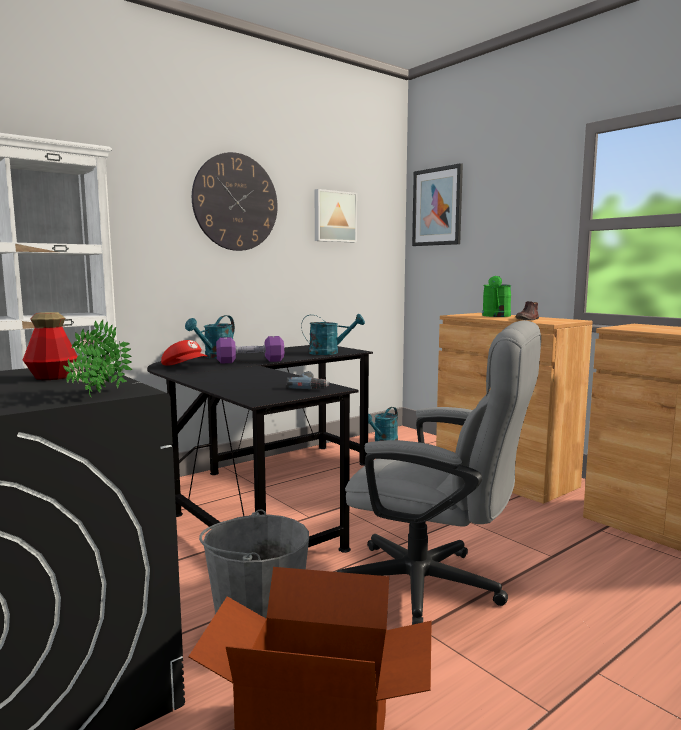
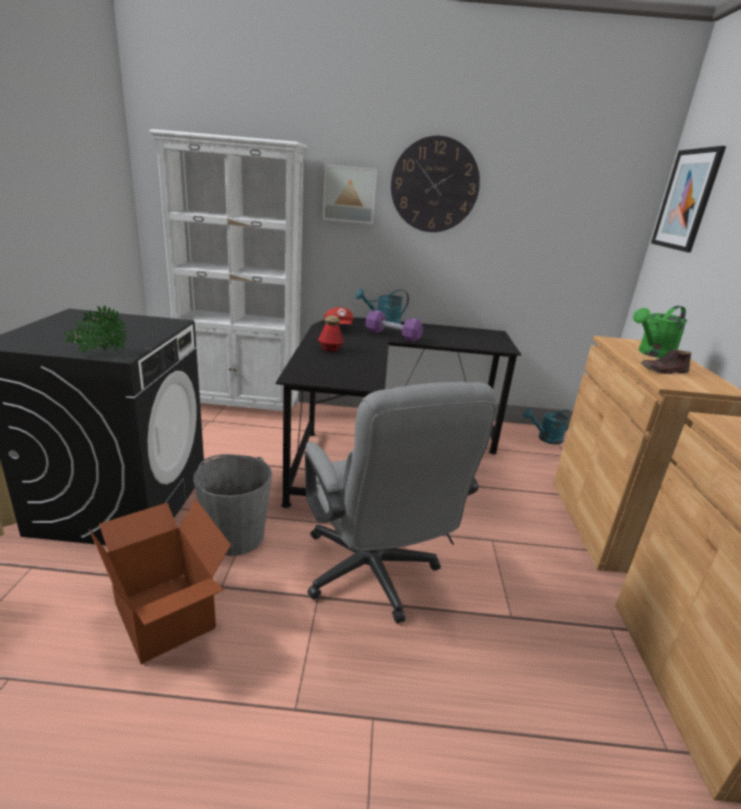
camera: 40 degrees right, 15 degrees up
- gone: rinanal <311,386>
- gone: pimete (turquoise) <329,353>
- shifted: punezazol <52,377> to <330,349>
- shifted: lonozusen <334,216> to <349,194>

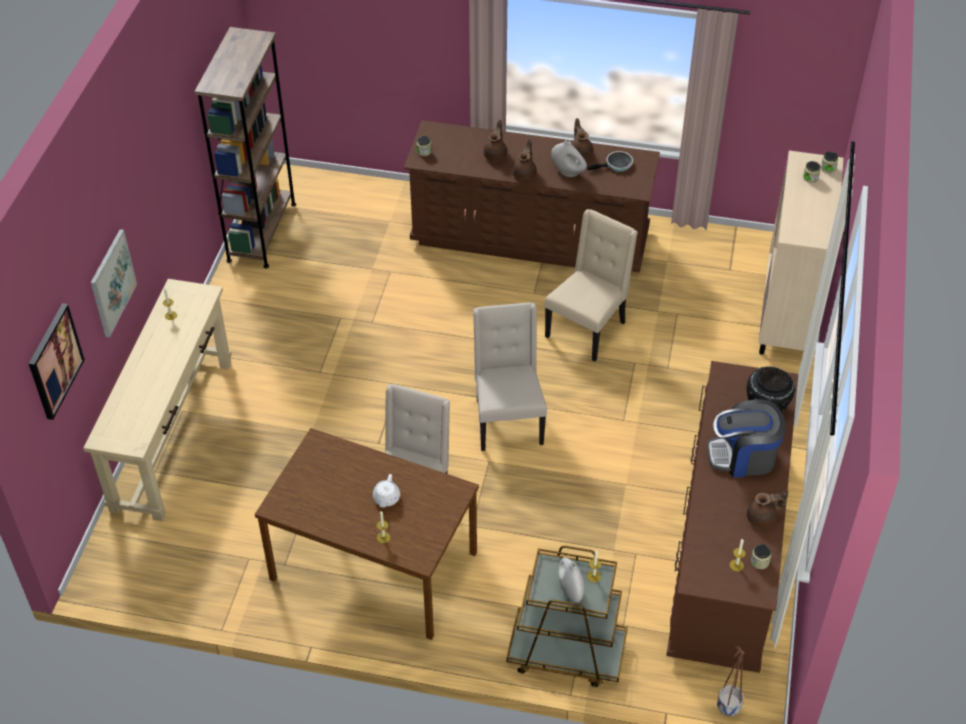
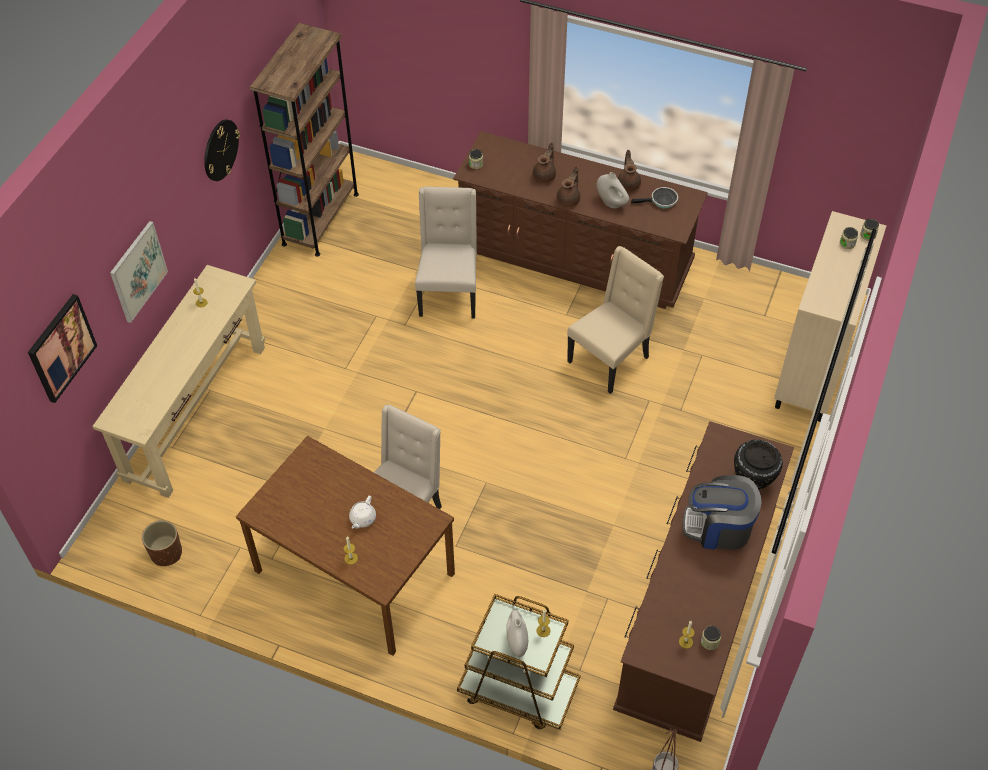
camera: 10 degrees right, 5 degrees up
- gone: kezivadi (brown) <763,518>
- new: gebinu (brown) <166,553>
- new: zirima <220,150>
- shifted: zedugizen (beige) <507,421> to <449,294>

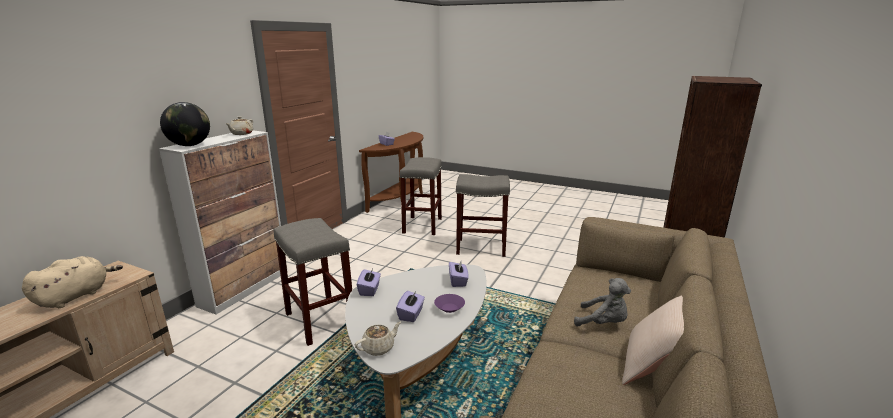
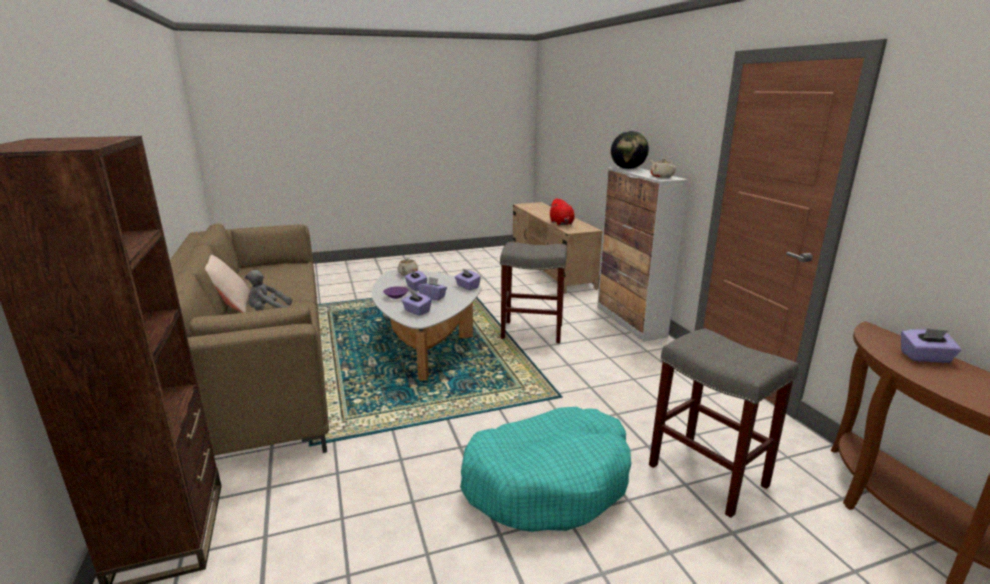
camera: 135 degrees right, 0 degrees up
- new: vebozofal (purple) <433,297>
- swapped: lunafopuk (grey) <482,247> to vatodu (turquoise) <547,481>
- repainted: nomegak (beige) <76,296> to nomegak (red) <561,223>

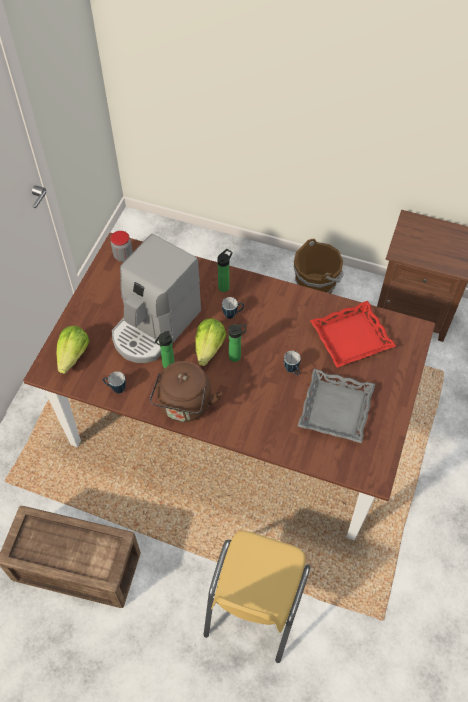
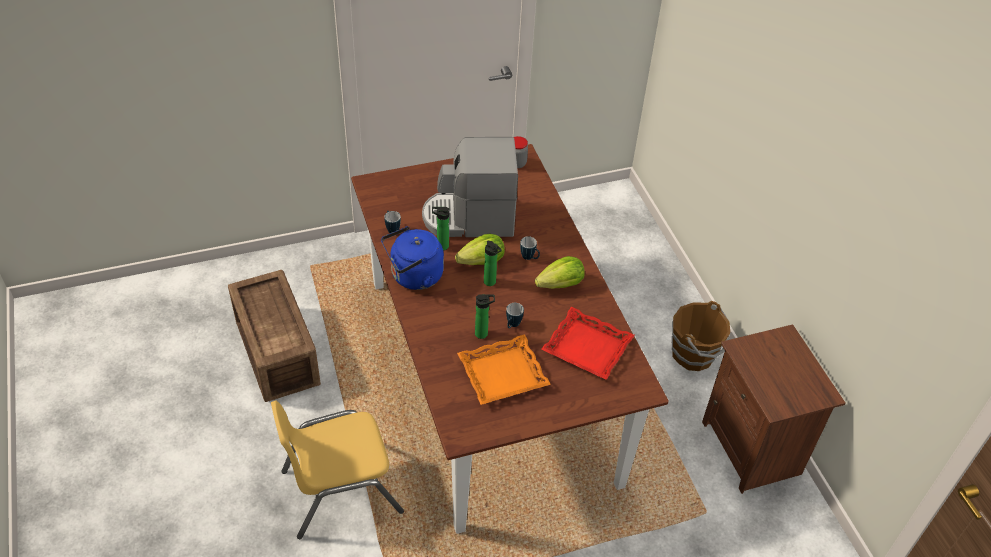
camera: 50 degrees right, 10 degrees down
- shifted: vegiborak <73,355> to <561,285>
- shifted: punezazol <225,286> to <483,334>
- repainted: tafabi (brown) <184,406> to tafabi (blue) <414,277>
- repainted: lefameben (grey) <336,409> to lefameben (orange) <503,375>

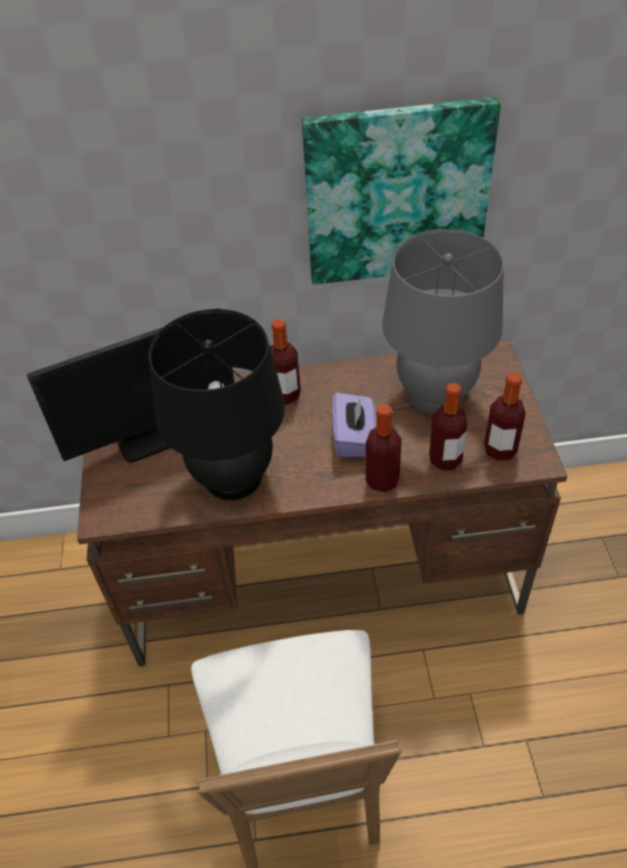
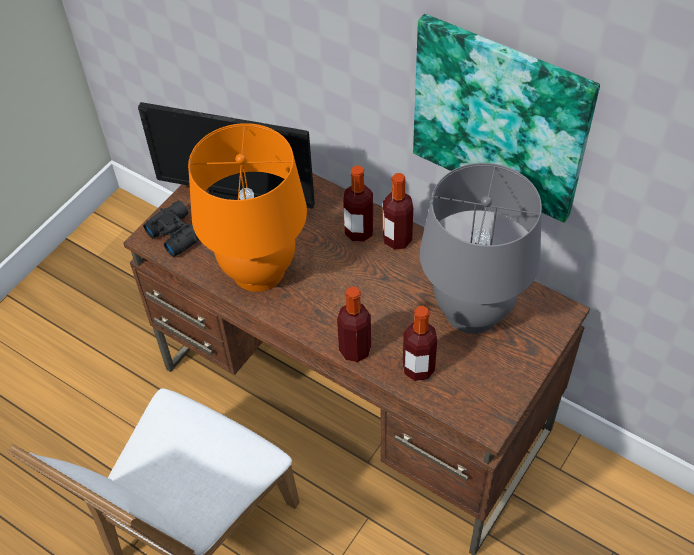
camera: 40 degrees right, 5 degrees up
- gone: vebozofal (purple) <354,438>
- new: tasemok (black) <178,232>
- shifted: punezazol <500,450> to <397,239>
- repainted: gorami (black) <233,476> to gorami (orange) <258,270>

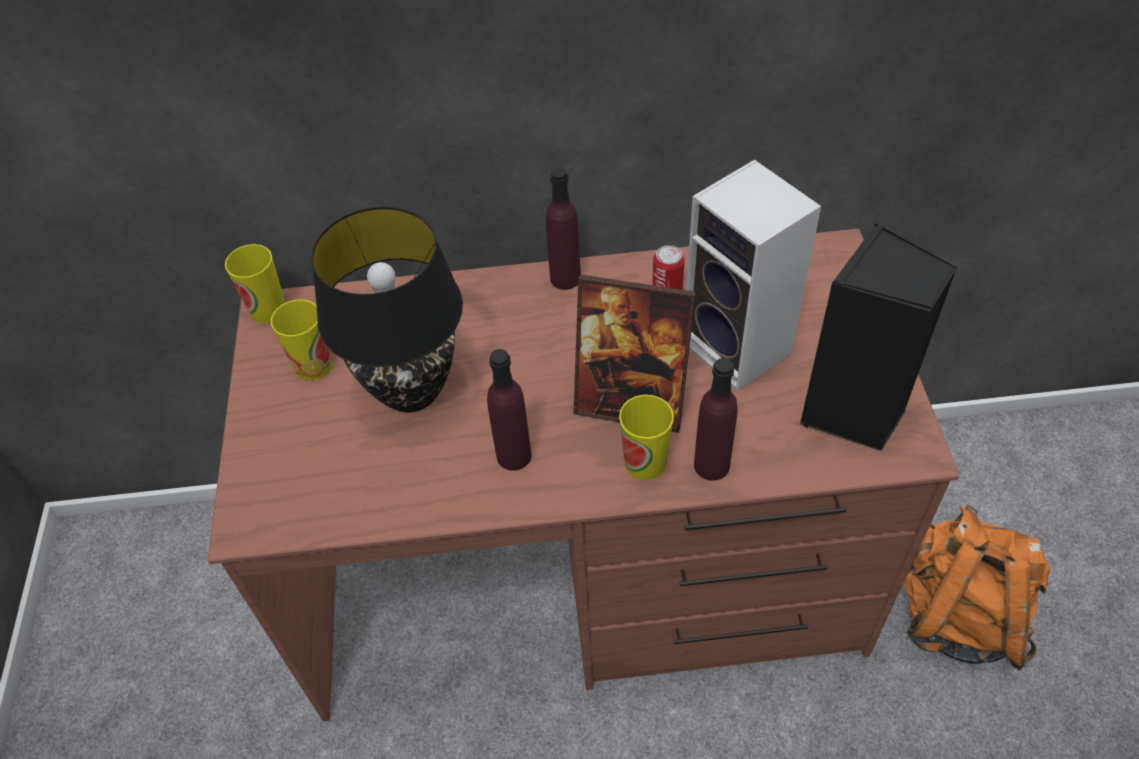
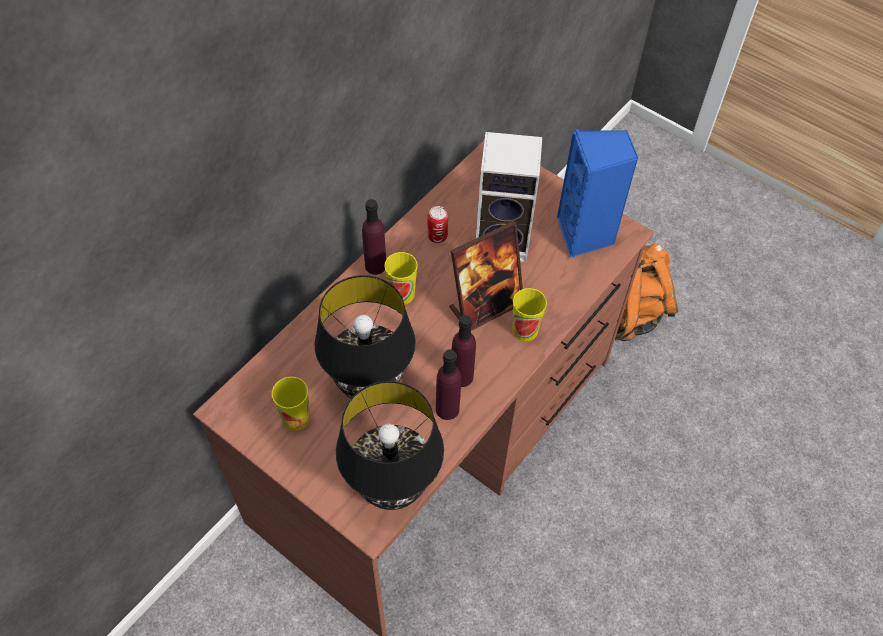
camera: 50 degrees left, 5 degrees up
- new: gorami (black) <391,489>
- shifted: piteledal <268,309> to <402,294>
- shifted: punezazol (purple) <711,465> to <447,409>
- repainted: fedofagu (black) <853,414> to fedofagu (blue) <586,235>

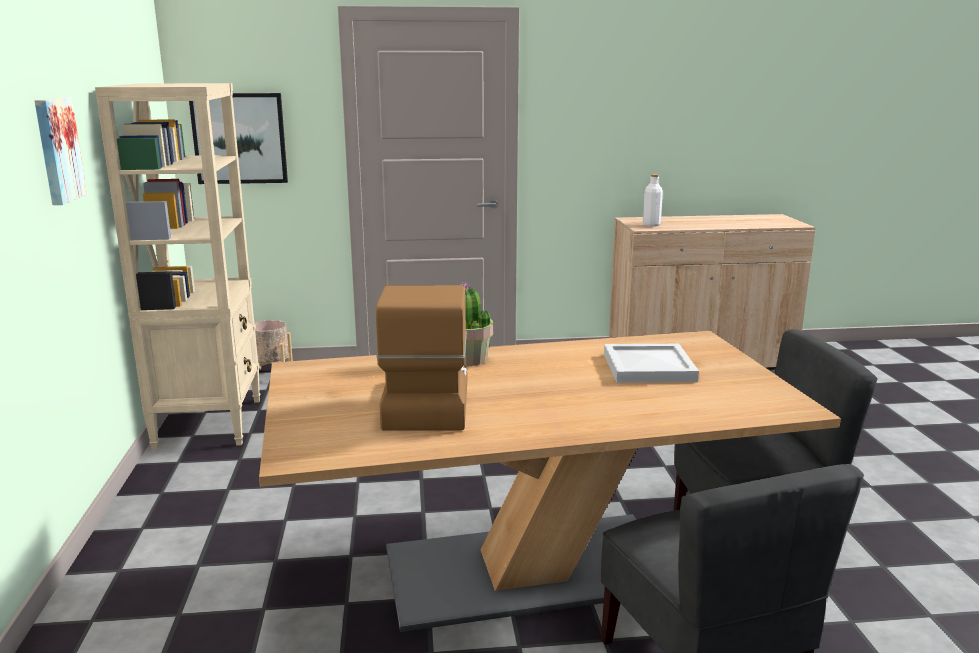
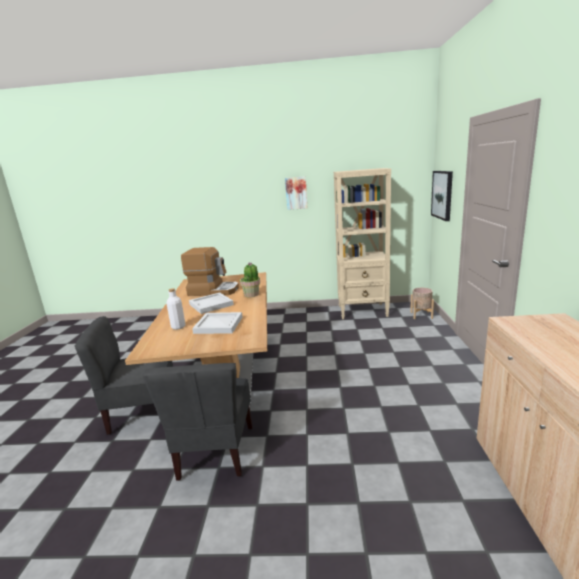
camera: 100 degrees right, 0 degrees up
- new: lefameben (white) <210,304>
- shifted: punezazol (white) <651,225> to <178,327>

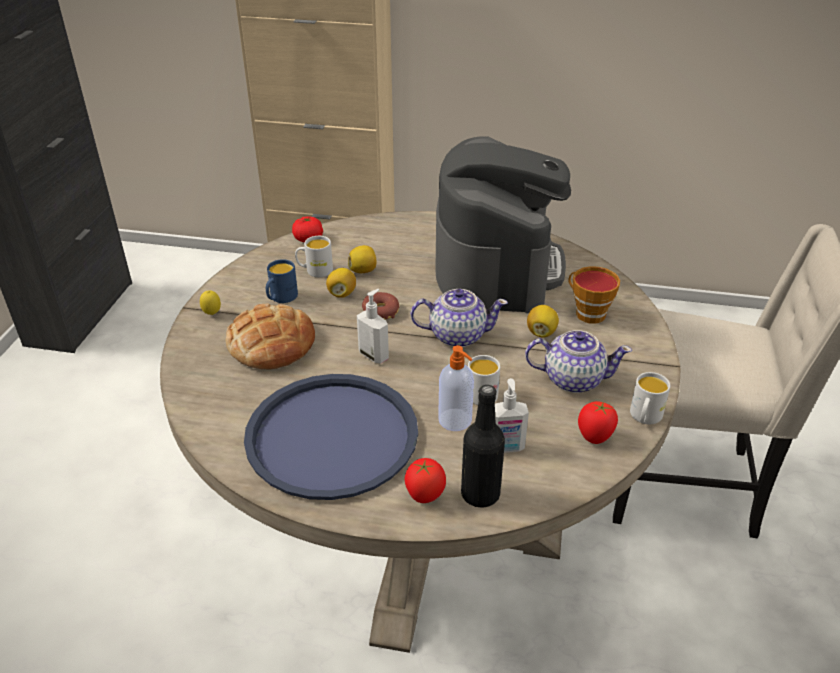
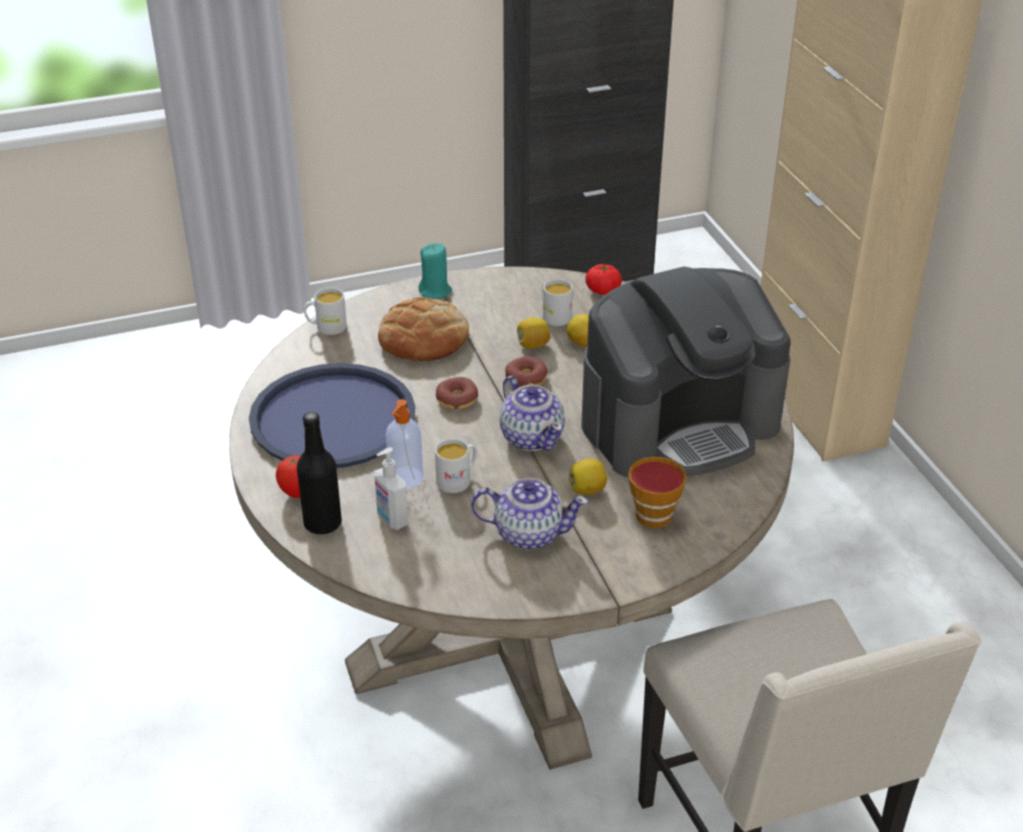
camera: 60 degrees right, 0 degrees up
- gone: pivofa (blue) <281,298>
- gone: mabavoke <594,438>
- shifted: pivofa (white) <644,417> to <326,327>
- swapped: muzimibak <212,314> to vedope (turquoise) <435,291>
- swapped: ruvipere <374,355> to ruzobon <457,399>
- rotated: kezivadi <572,379> = <528,533> 60 degrees counterclockwise

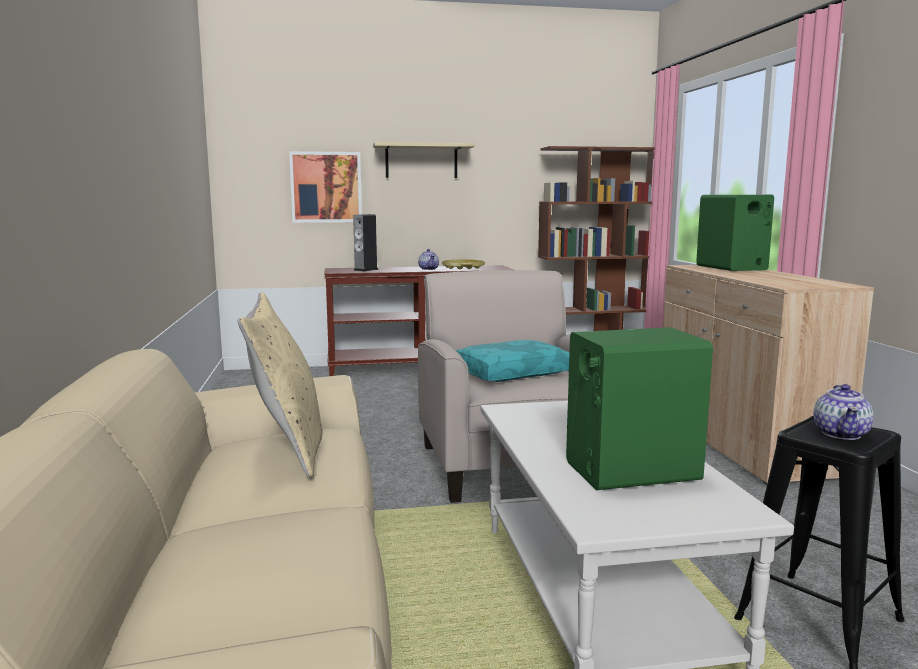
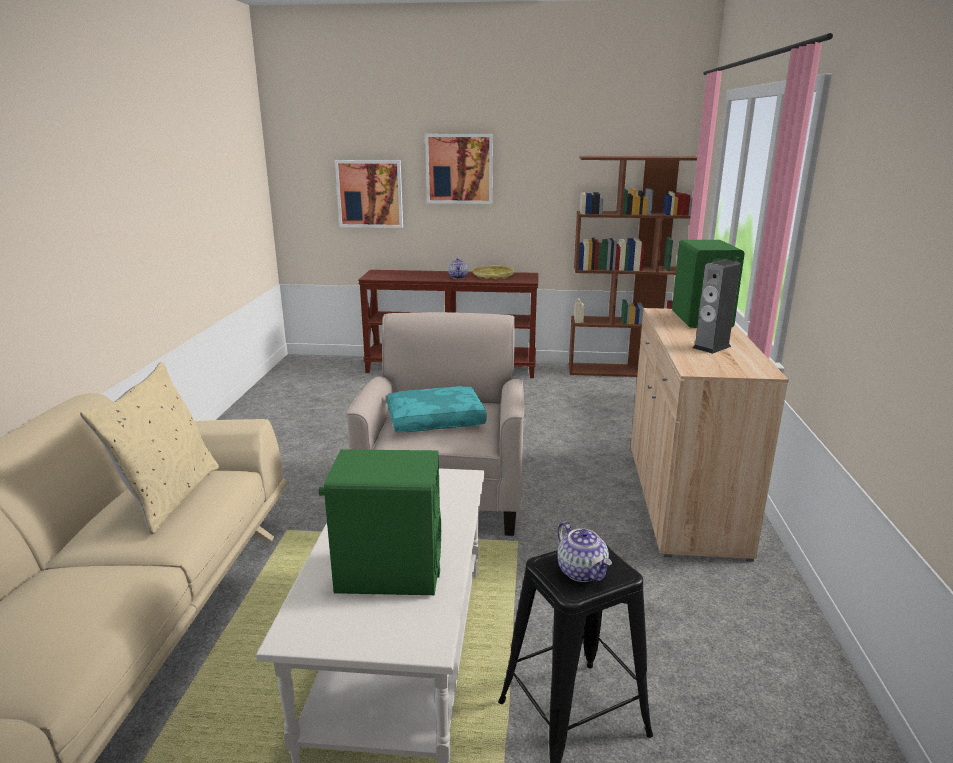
camera: 15 degrees right, 10 degrees up
- shifted: fedofagu <366,270> to <711,347>
- swapped: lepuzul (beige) <421,161> to lonozusen <459,169>
- rotated: kezivadi <842,434> = <582,571> 60 degrees counterclockwise

